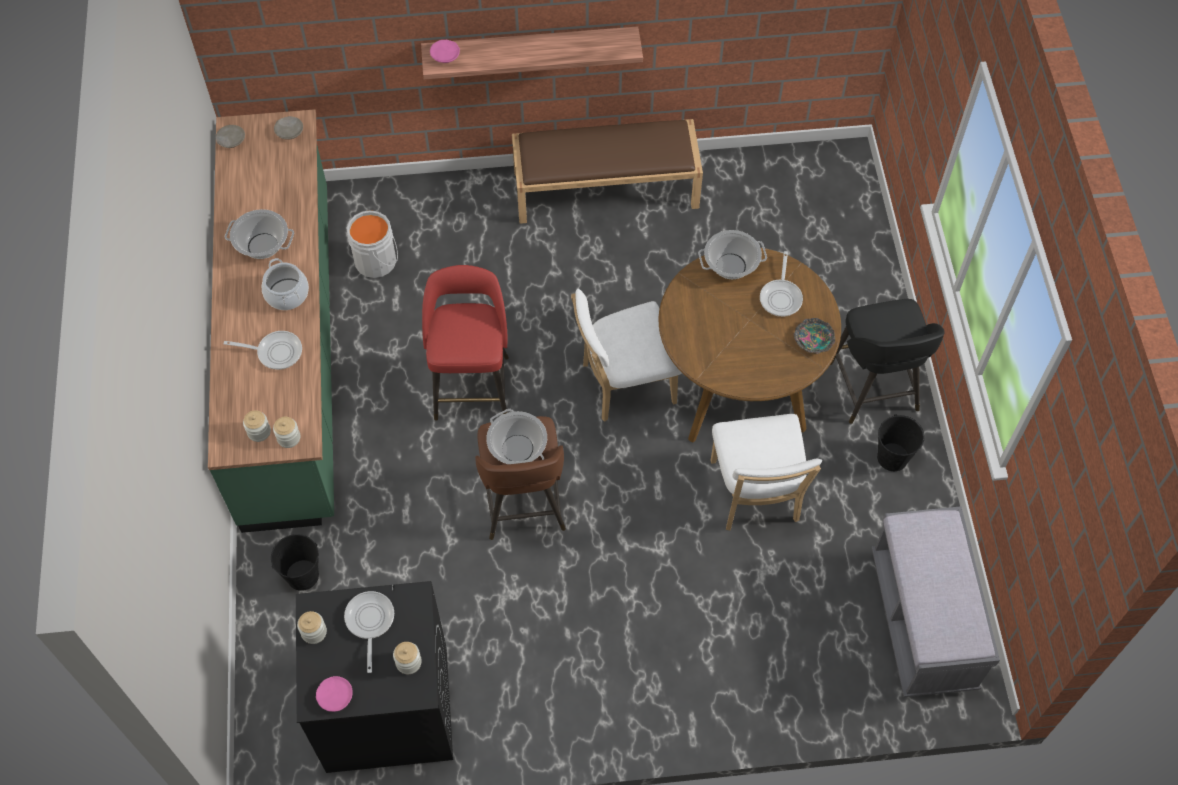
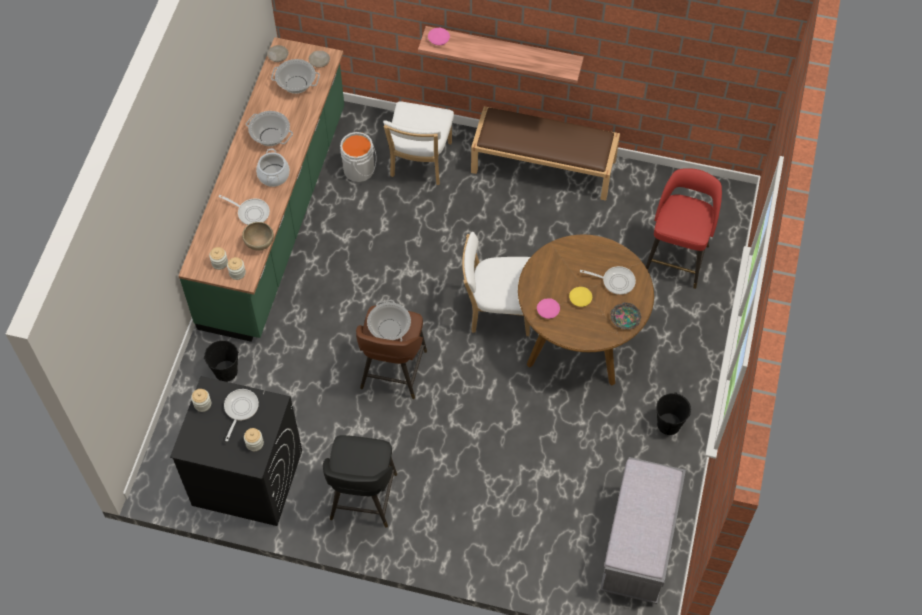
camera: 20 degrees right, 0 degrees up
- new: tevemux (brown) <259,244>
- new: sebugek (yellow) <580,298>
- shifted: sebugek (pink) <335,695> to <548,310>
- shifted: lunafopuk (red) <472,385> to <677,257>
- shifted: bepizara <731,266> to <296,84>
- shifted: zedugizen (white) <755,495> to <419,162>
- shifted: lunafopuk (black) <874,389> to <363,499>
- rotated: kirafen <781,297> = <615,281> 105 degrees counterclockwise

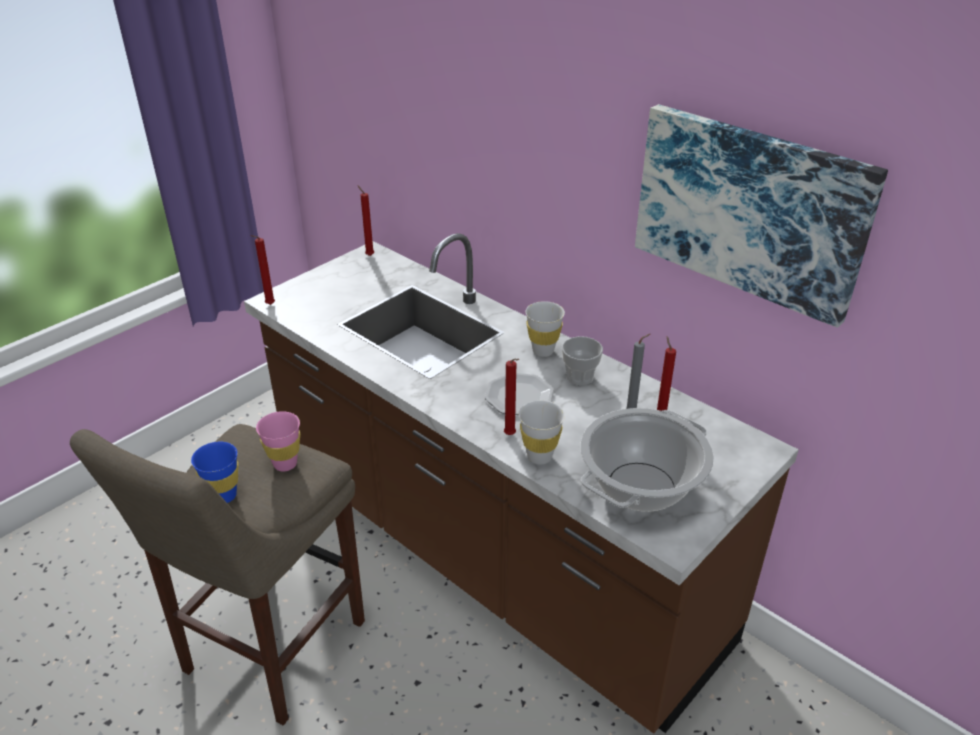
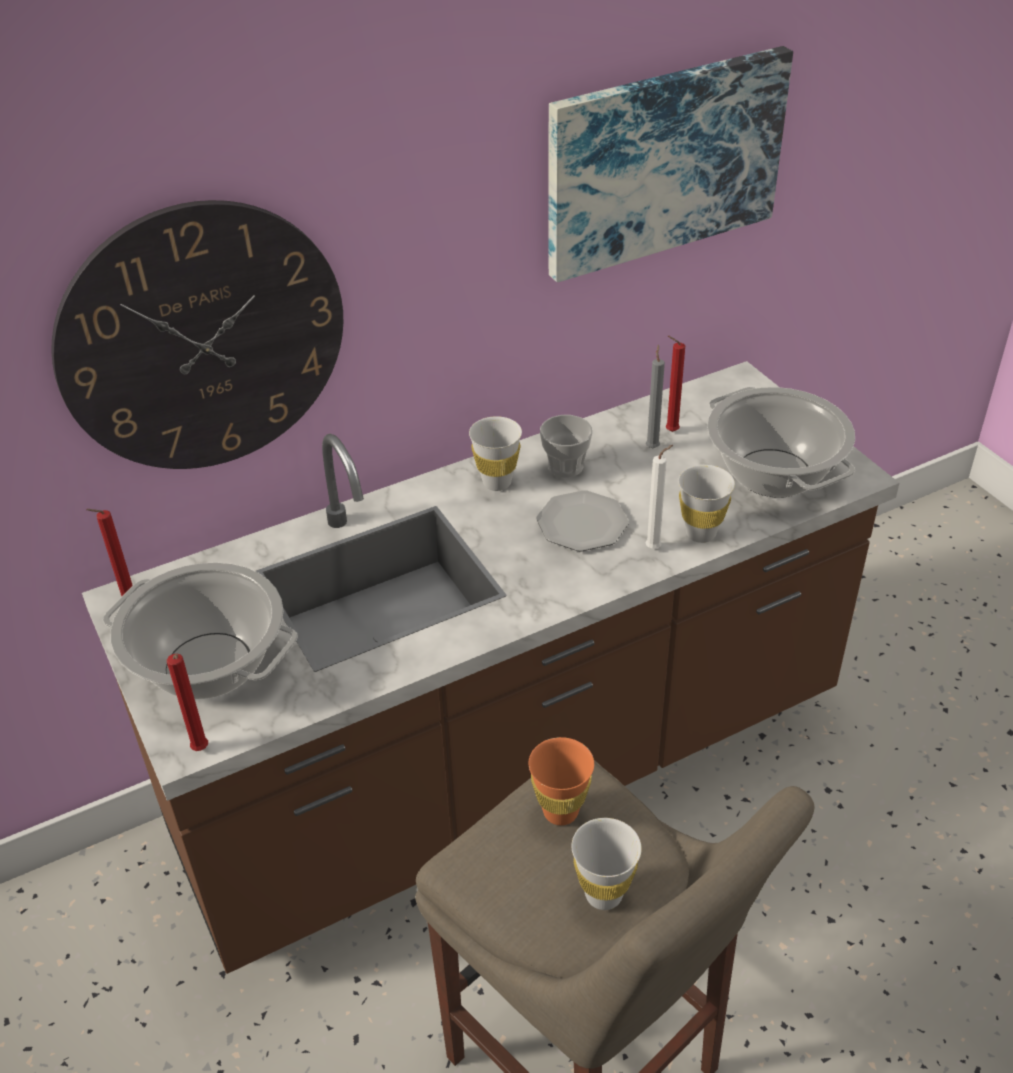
camera: 70 degrees left, 5 degrees up
- new: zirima <203,340>
- new: bepizara <210,666>
- repainted: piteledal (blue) <224,496> to piteledal (white) <603,894>
- repainted: piteledal (pink) <285,464> to piteledal (orange) <560,811>
- repainted: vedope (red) <511,436> to vedope (white) <655,547>

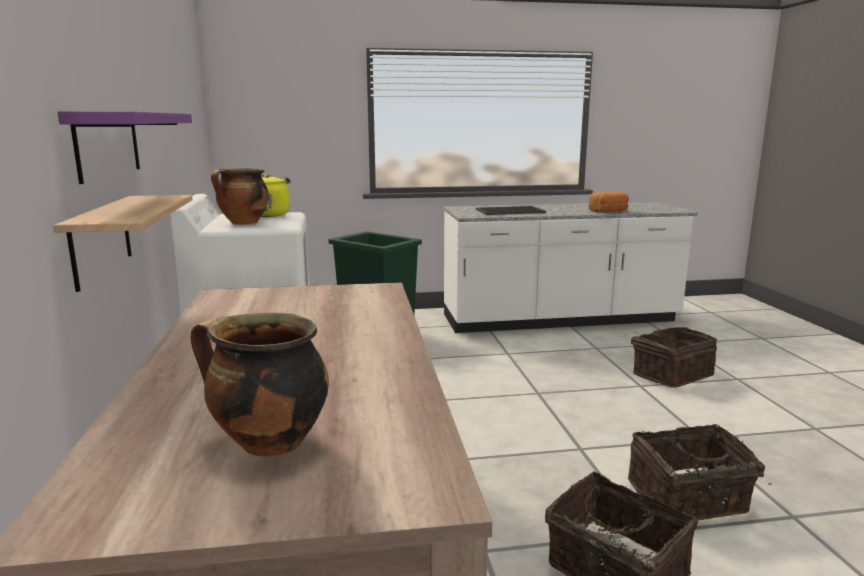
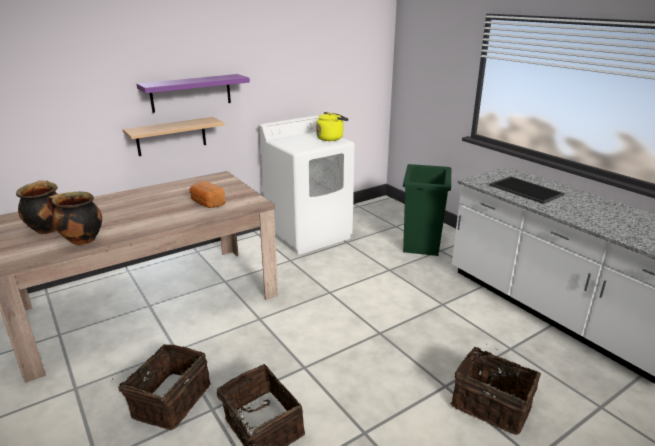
camera: 65 degrees right, 10 degrees up
- shifted: bepizara <243,223> to <81,240>
- shifted: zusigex <609,212> to <207,203>

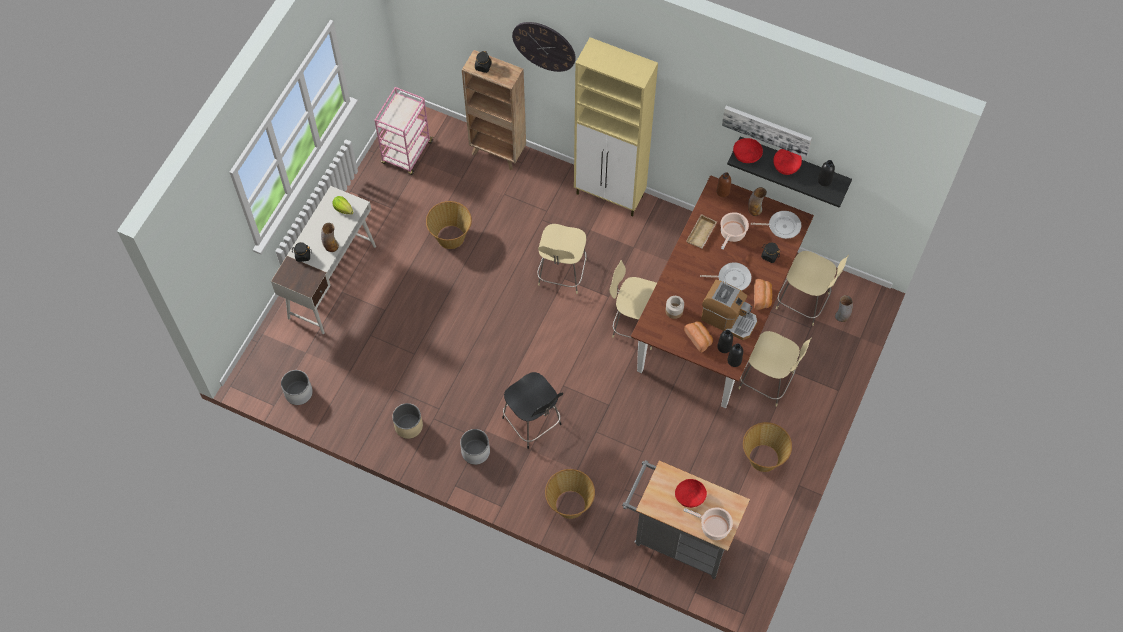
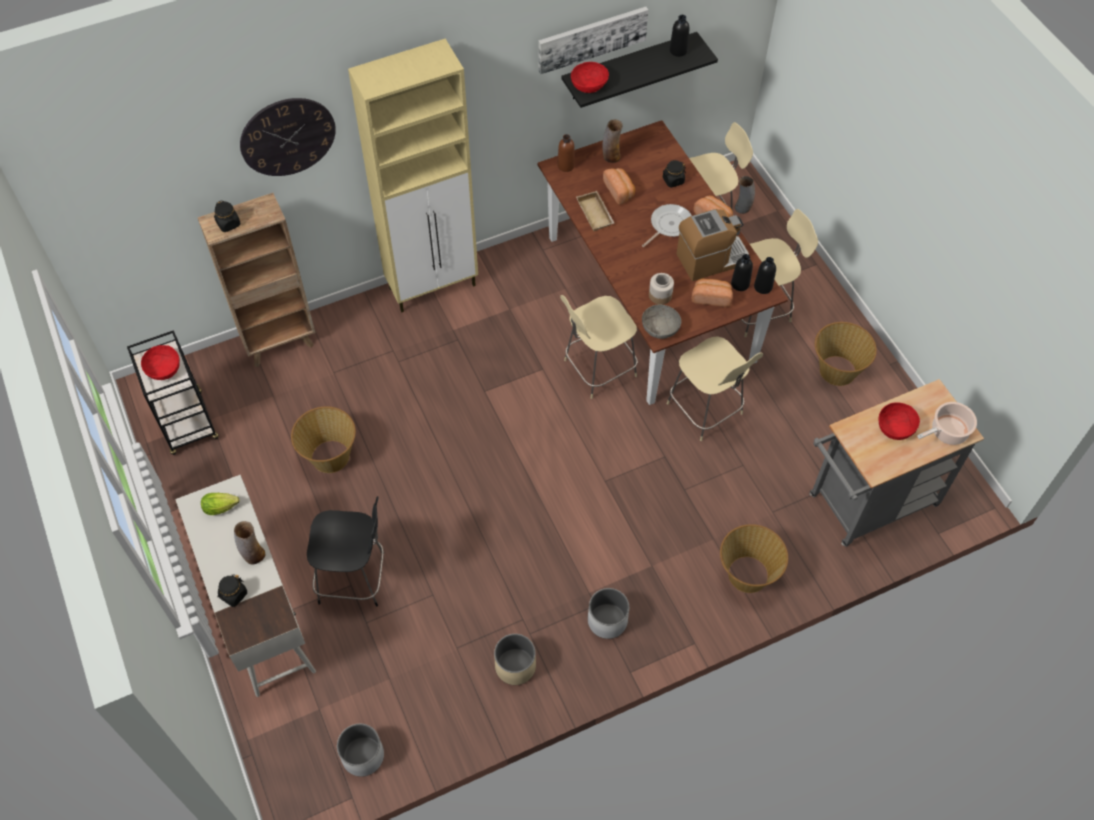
camera: 50 degrees left, 5 degrees down
- gone: kirafen <782,226>
- new: tevemux (grey) <660,328>
- shifted: zedugizen (black) <533,423> to <354,578>
- shifted: zedugizen (beige) <561,274> to <706,411>
- shifted: tevemux (red) <786,166> to <163,369>
- swapped: bepizara <732,233> to zusigex <619,191>
- repainted: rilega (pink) <407,153> to rilega (black) <187,424>

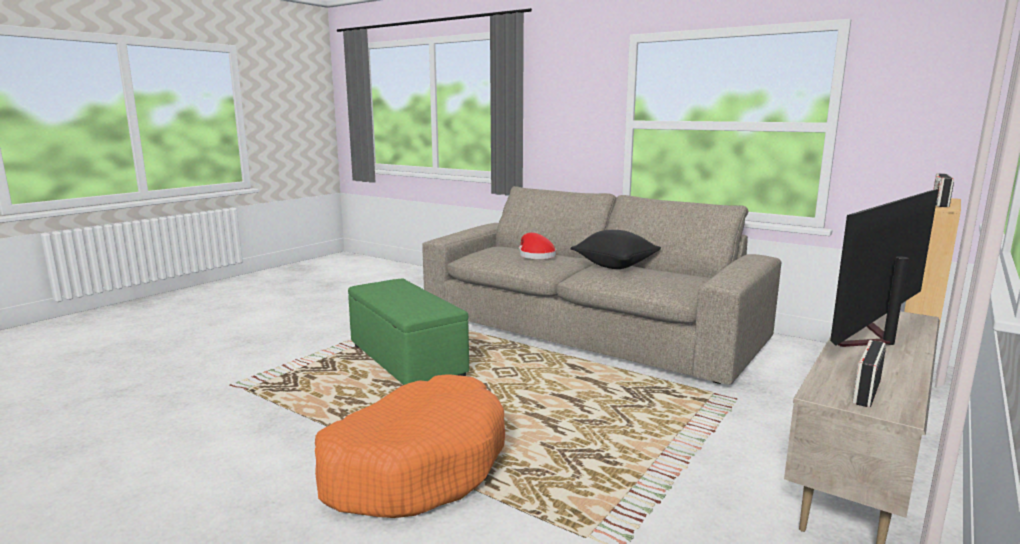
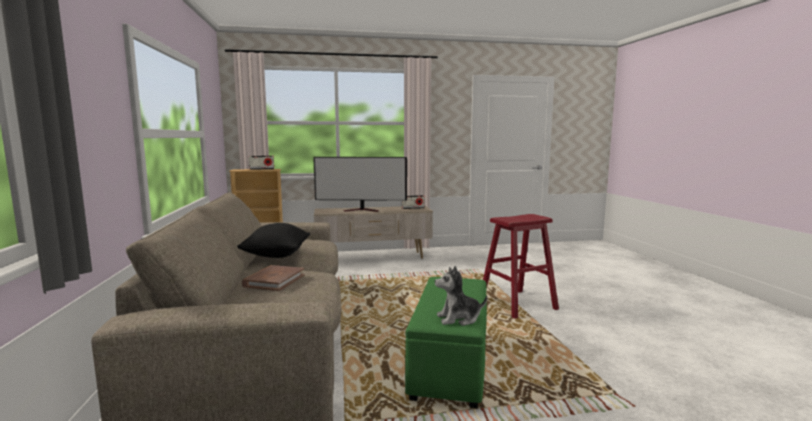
camera: 135 degrees left, 5 degrees down
- new: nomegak <458,318>
- swapped: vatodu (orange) <415,465> to lunafopuk (red) <517,304>
- swapped: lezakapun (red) <535,255> to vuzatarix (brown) <274,281>

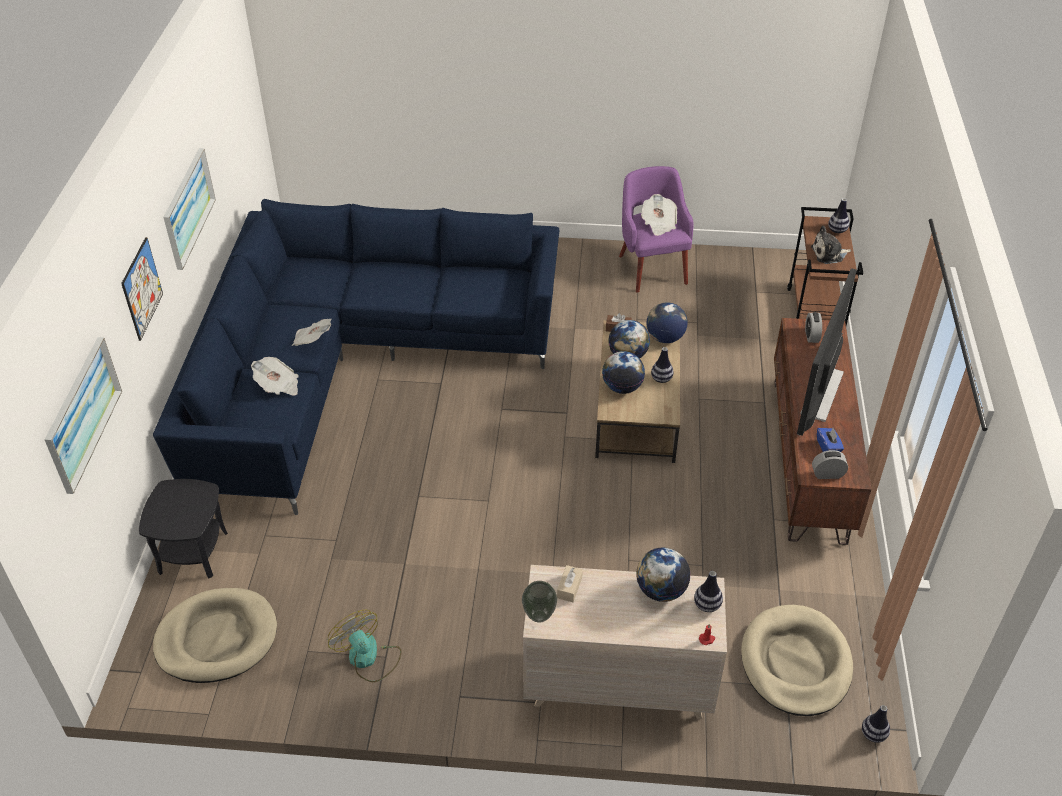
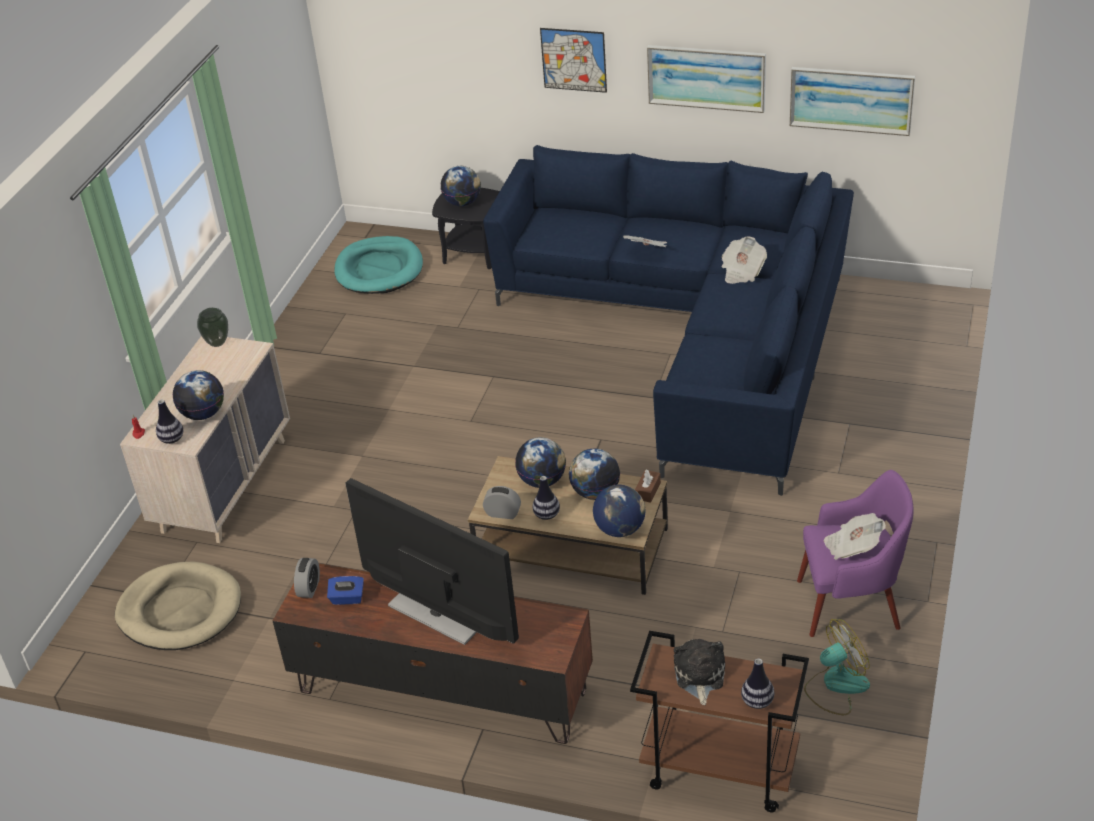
camera: 105 degrees right, 5 degrees down
- gone: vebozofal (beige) <569,588>
- gone: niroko <873,734>
- new: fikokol <463,203>
- shifted: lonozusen <82,413> to <851,100>
- shifted: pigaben <278,386> to <742,272>
- shifted: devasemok <368,658> to <836,686>
- shifted: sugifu <811,336> to <503,513>
- repainted: vatodu (beige) <217,638> to vatodu (turquoise) <379,269>

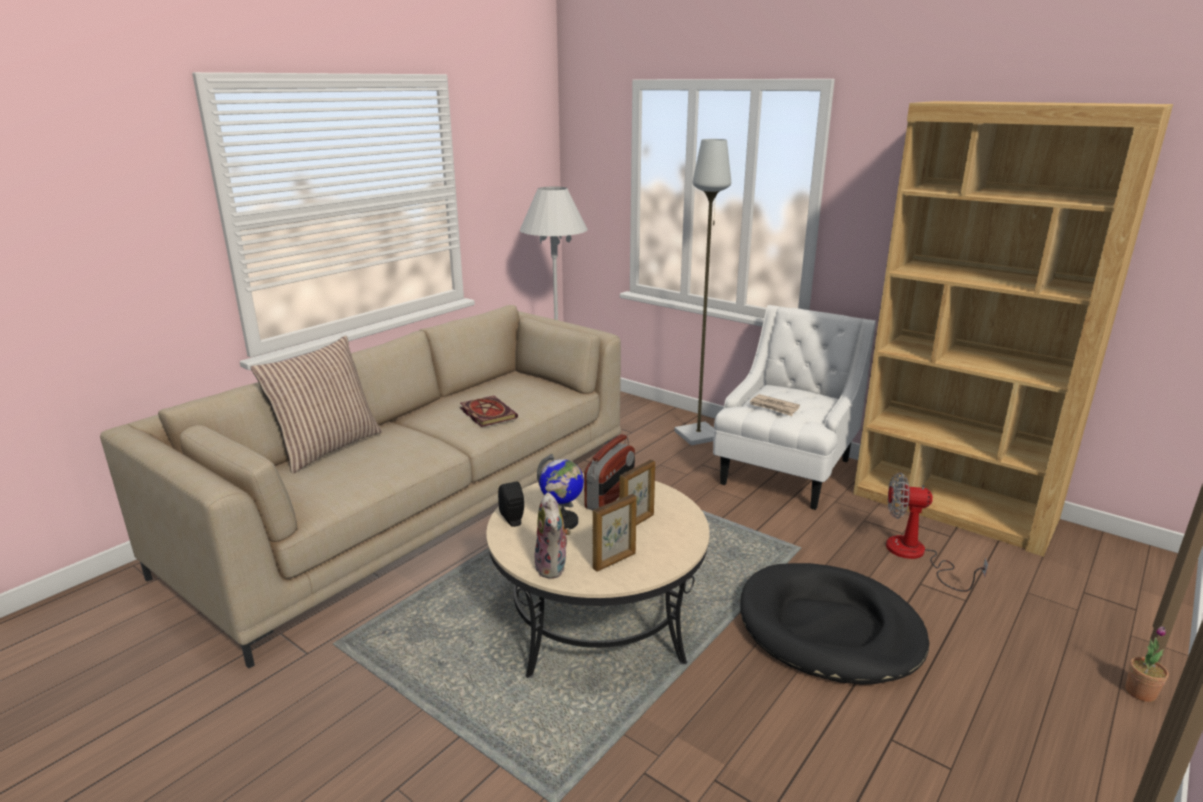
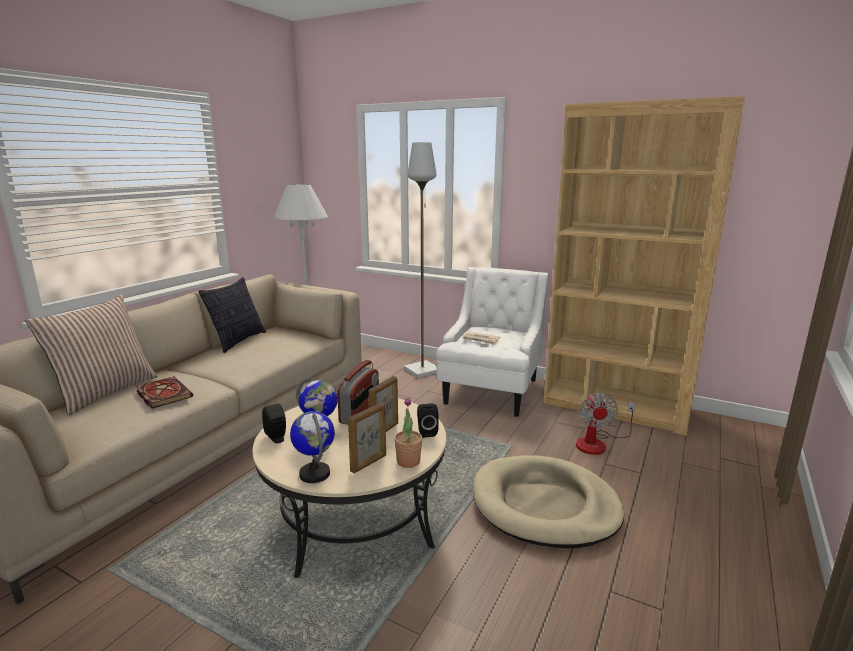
camera: 10 degrees left, 5 degrees down
- new: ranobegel <238,341>
- new: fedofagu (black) <426,432>
- shifted: vuzatarix <486,413> to <162,394>
- shifted: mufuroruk <1140,692> to <408,461>
- swapped: nomegak <553,567> to fikokol <315,474>
- repainted: vatodu (black) <829,628> to vatodu (beige) <544,505>
- rotated: devasemok <916,555> = <597,443> 90 degrees counterclockwise

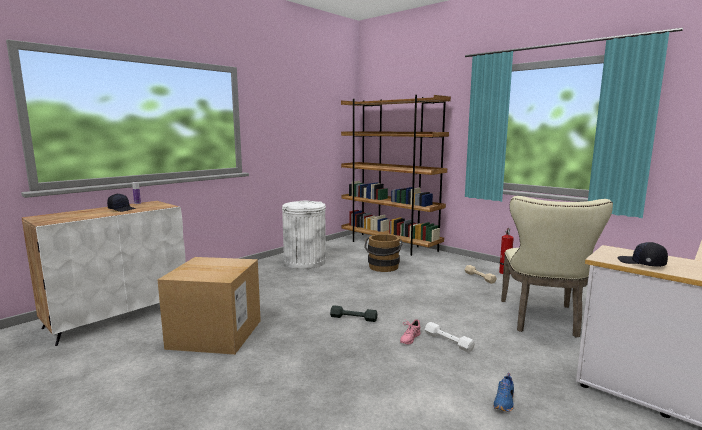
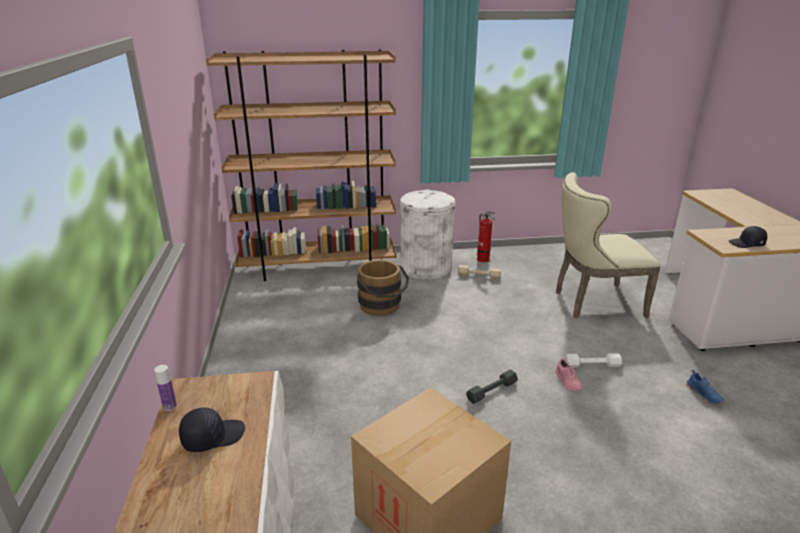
camera: 50 degrees left, 15 degrees up
- shifted: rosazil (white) <305,262> to <425,267>
- rotated: zedugizen (beige) <542,320> = <592,302> 120 degrees clockwise

